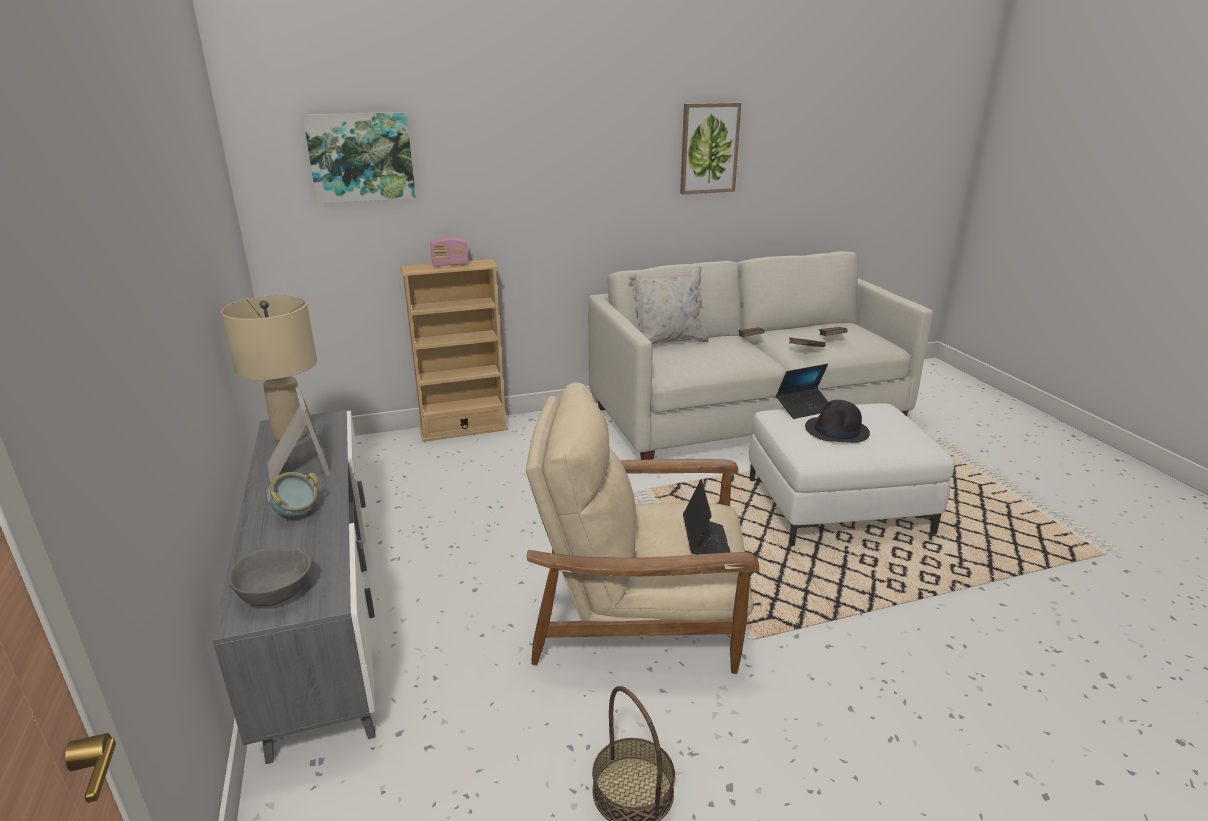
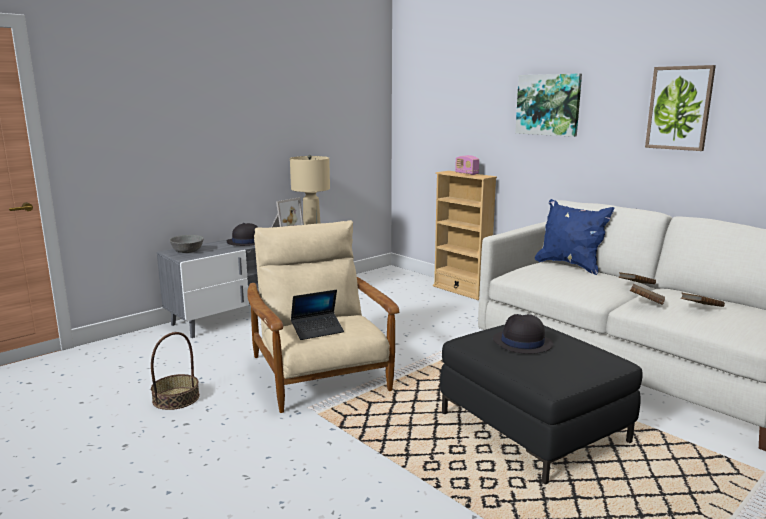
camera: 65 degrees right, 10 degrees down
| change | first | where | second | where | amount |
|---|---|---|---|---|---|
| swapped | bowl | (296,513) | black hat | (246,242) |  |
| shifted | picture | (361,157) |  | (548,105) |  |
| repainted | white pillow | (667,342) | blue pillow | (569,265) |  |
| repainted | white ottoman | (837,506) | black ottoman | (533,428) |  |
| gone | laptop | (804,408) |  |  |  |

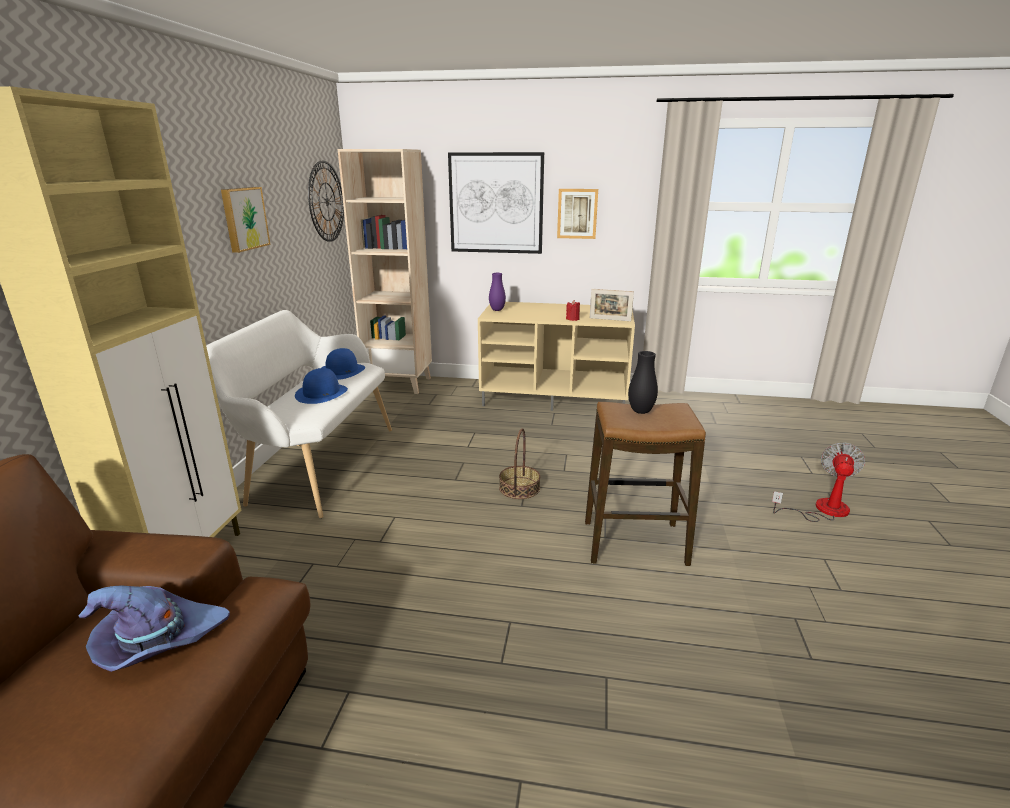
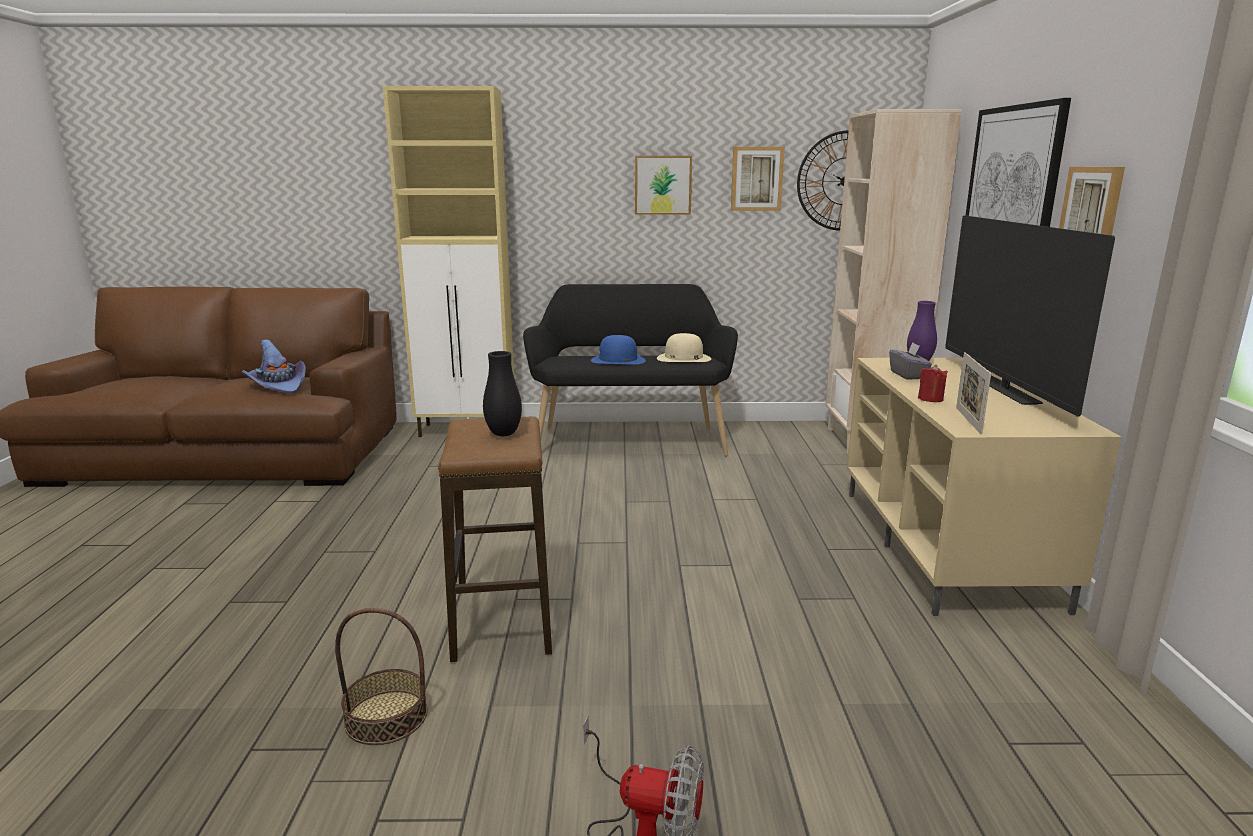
camera: 80 degrees right, 5 degrees down
| change | first | where | second | where | amount |
|---|---|---|---|---|---|
| repainted | white bench | (317,465) | black bench | (630,439) |  |
| repainted | blue hat | (342,371) | beige hat | (683,358) |  |
| shifted | basket | (519,488) |  | (386,717) |  |
| new |  |  | picture | (756,179) |  |
| new |  |  | grey tissue box | (908,375) |  |
| new |  |  | television | (1003,389) |  |

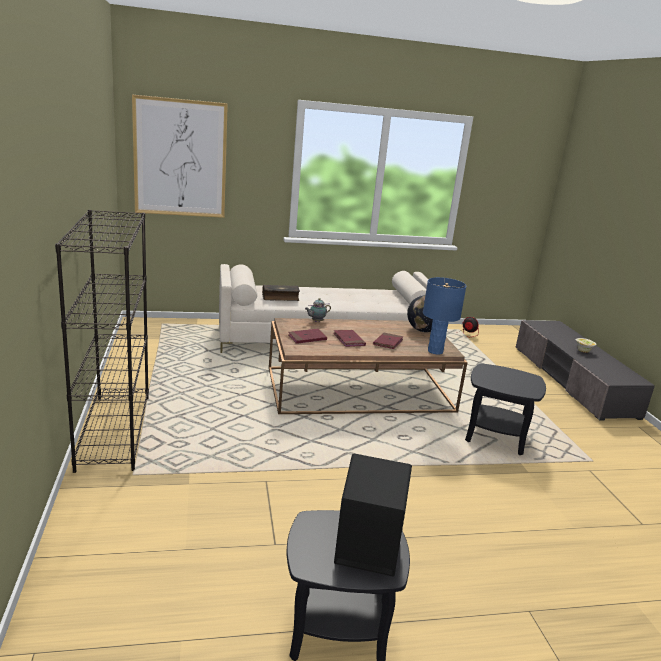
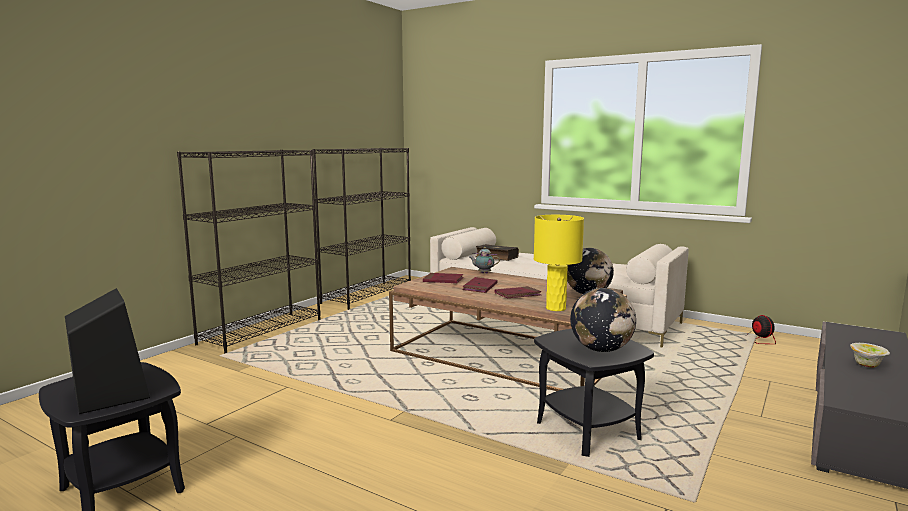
camera: 45 degrees right, 10 degrees down
| change | first | where | second | where | amount |
|---|---|---|---|---|---|
| gone | picture | (180,158) |  |  |  |
| repainted | blue table lamp | (435,351) | yellow table lamp | (556,308) |  |
| new |  |  | black bookcase | (367,295) |  |
| new |  |  | globe | (601,350) |  |

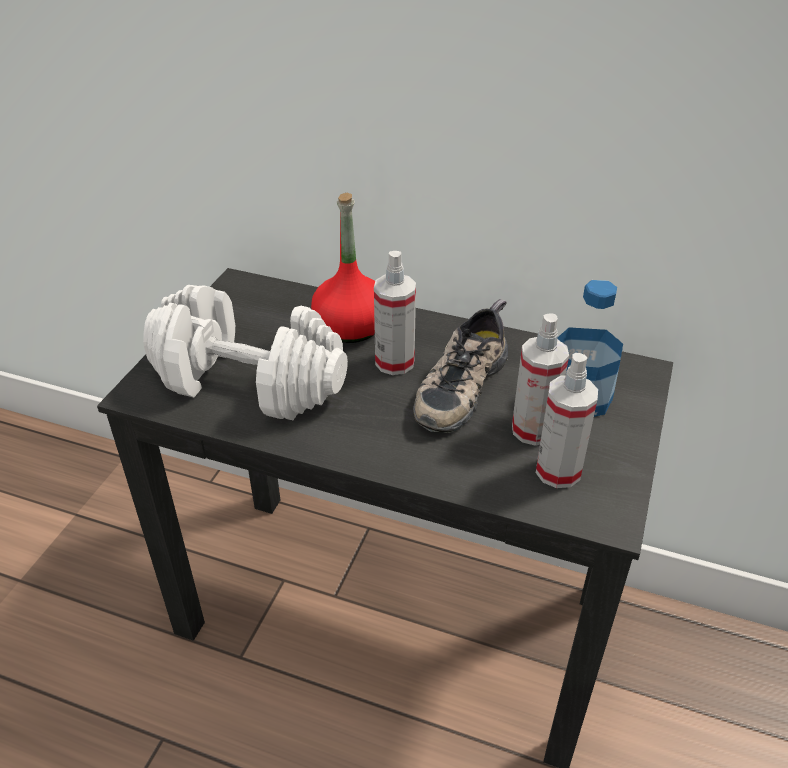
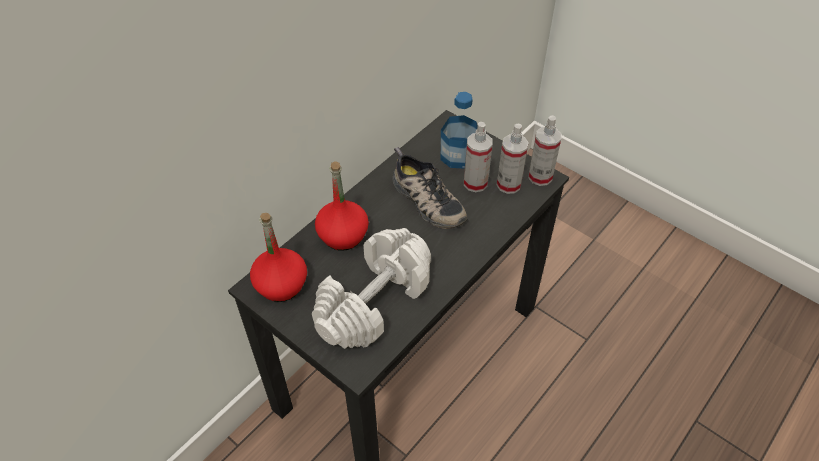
camera: 70 degrees left, 10 degrees up
| change | first | where | second | where | amount |
|---|---|---|---|---|---|
| shifted | spray bottle | (394,362) |  | (540,177) |  |
| new |  |  | red bottle | (281,284) |  |

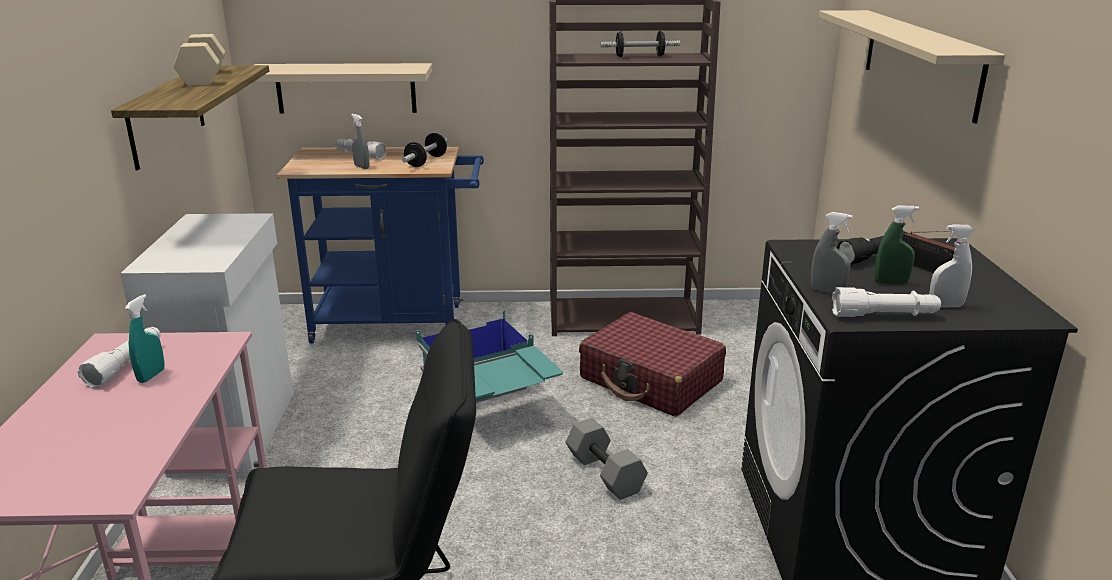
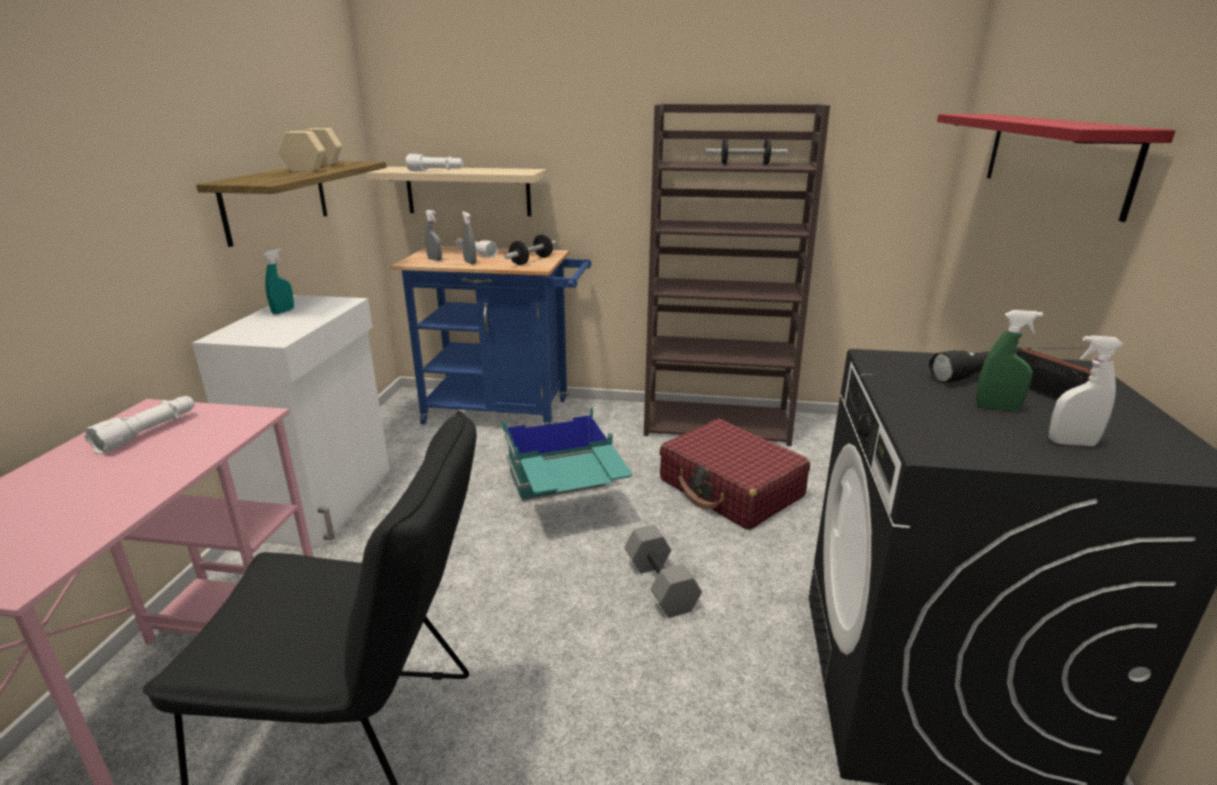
camera: 10 degrees right, 0 degrees up
| change | first | where | second | where | amount |
|---|---|---|---|---|---|
| shifted | turquoise spray bottle | (151,376) |  | (283,311) |  |
| shifted | grey spray bottle | (827,291) |  | (435,259) |  |
| repainted | beige shelf | (920,61) | red shelf | (1052,158) |  |
| shifted | white flashlight | (884,316) |  | (436,171) |  |

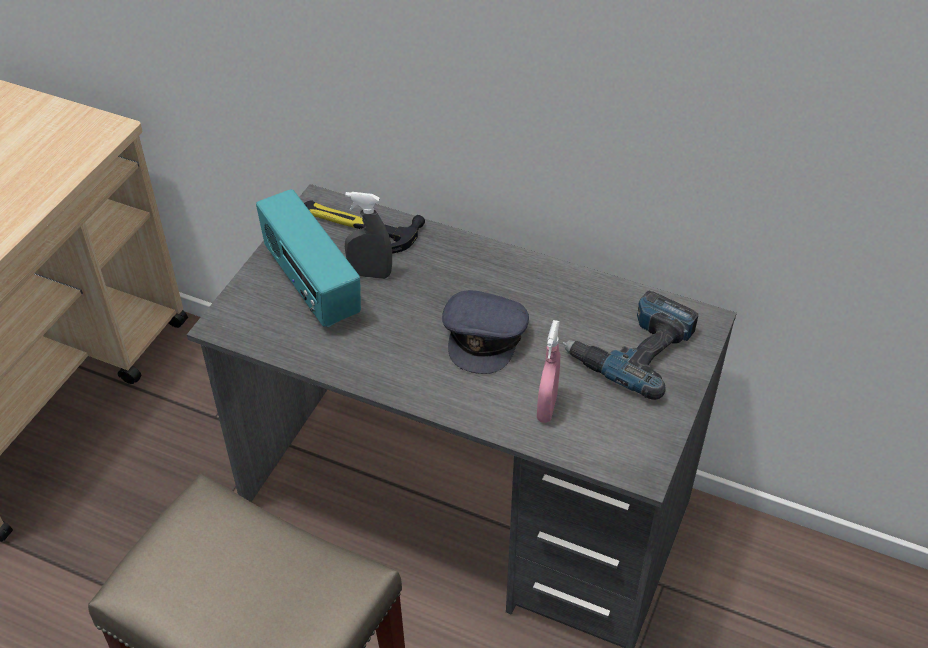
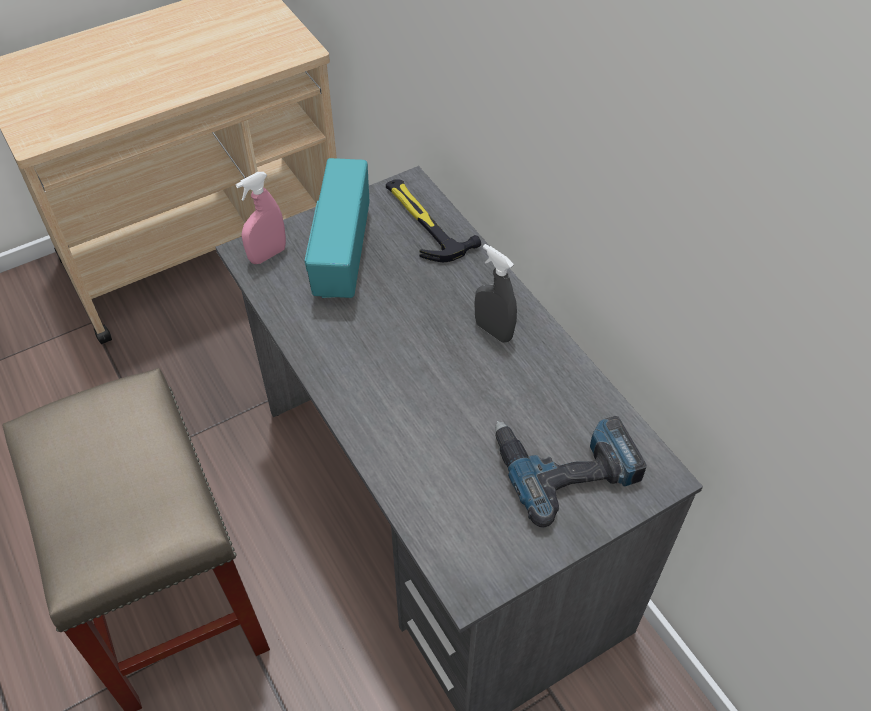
camera: 35 degrees right, 5 degrees up
| change | first | where | second | where | amount |
|---|---|---|---|---|---|
| shifted | grey spray bottle | (370,274) |  | (493,331) |  |
| gone | grey cap | (485,336) |  |  |  |
| shifted | pink spray bottle | (546,407) |  | (267,255) |  |

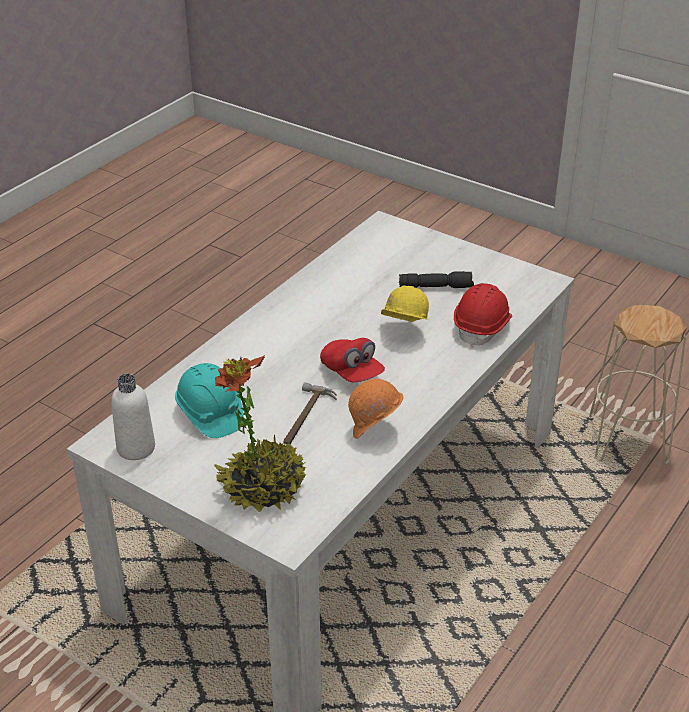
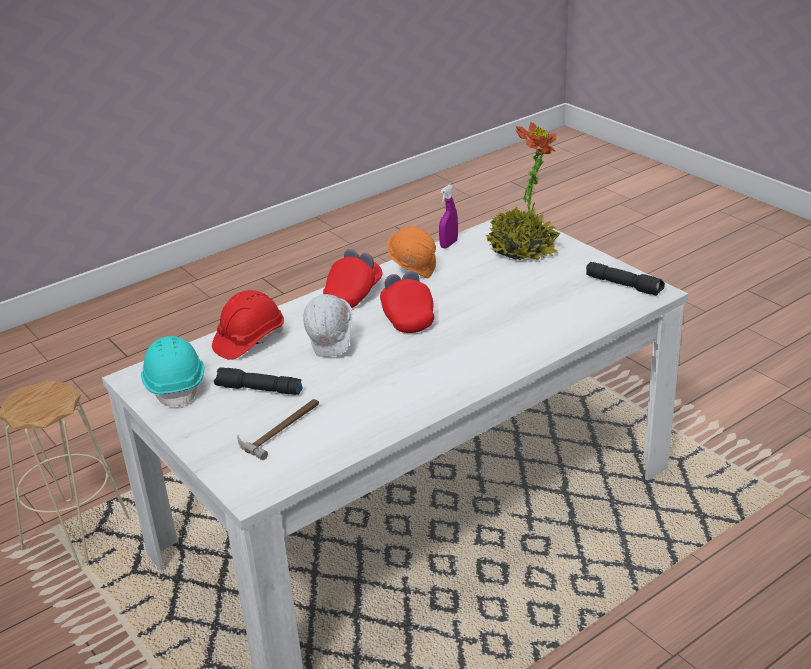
camera: 160 degrees left, 5 degrees down
| change | first | where | second | where | amount |
|---|---|---|---|---|---|
| swapped | white bottle | (136,448) | black flashlight | (624,285) |  |
| shifted | turquoise hard hat | (209,414) |  | (176,385) |  |
| shifted | hammer | (305,418) |  | (281,428) |  |
| repainted | yellow hard hat | (403,331) | white hard hat | (332,346) |  |
| new |  |  | red cap | (354,293) |  |
| new |  |  | purple spray bottle | (449,244) |  |

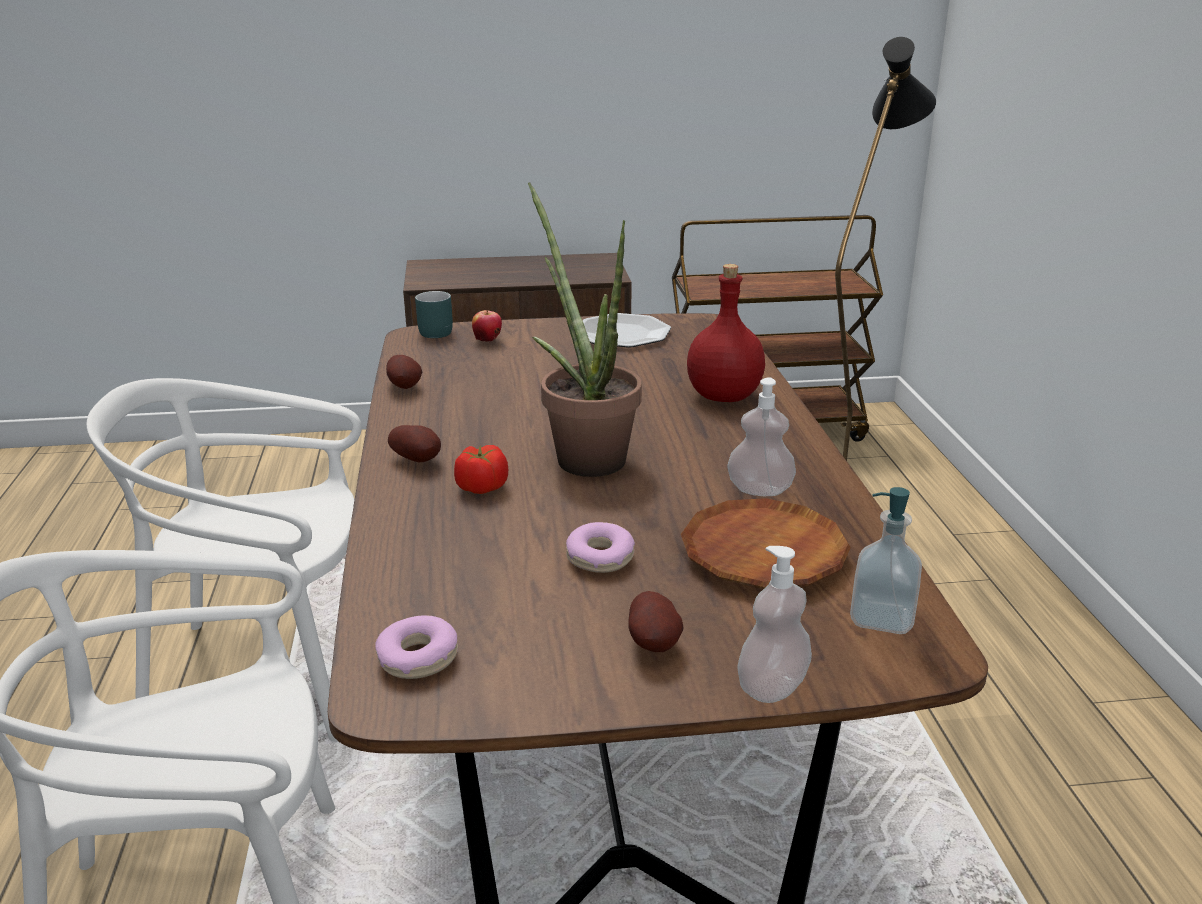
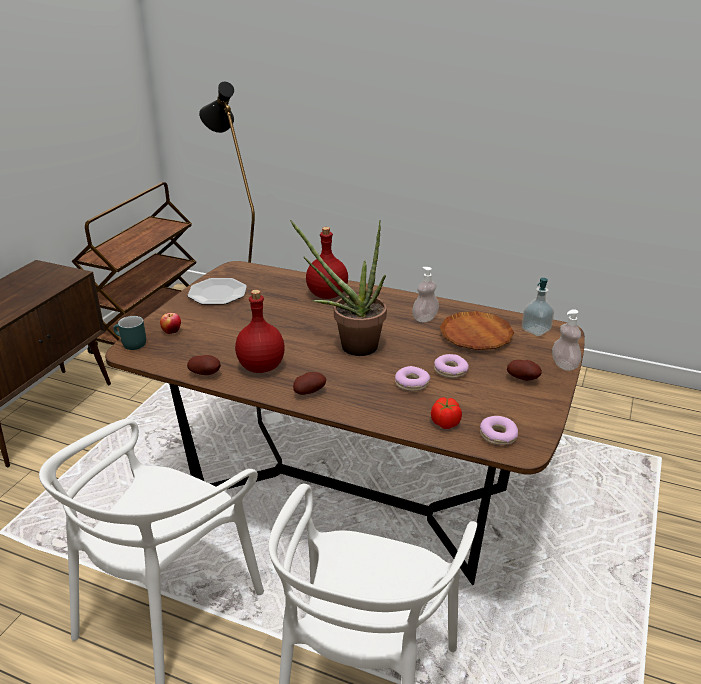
camera: 60 degrees left, 5 degrees up
| change | first | where | second | where | amount |
|---|---|---|---|---|---|
| shifted | tomato | (481,487) |  | (445,423) |  |
| new |  |  | red bottle | (261,366) |  |
| new |  |  | donut | (412,384) |  |

